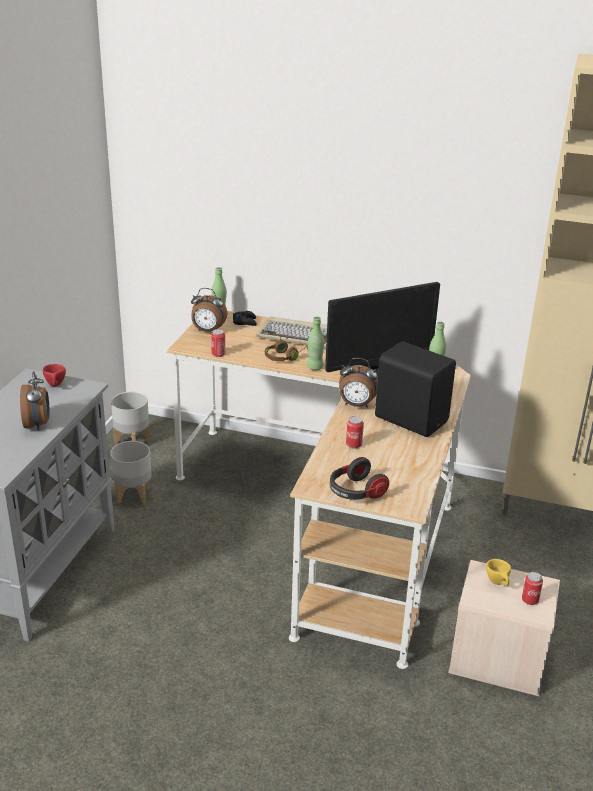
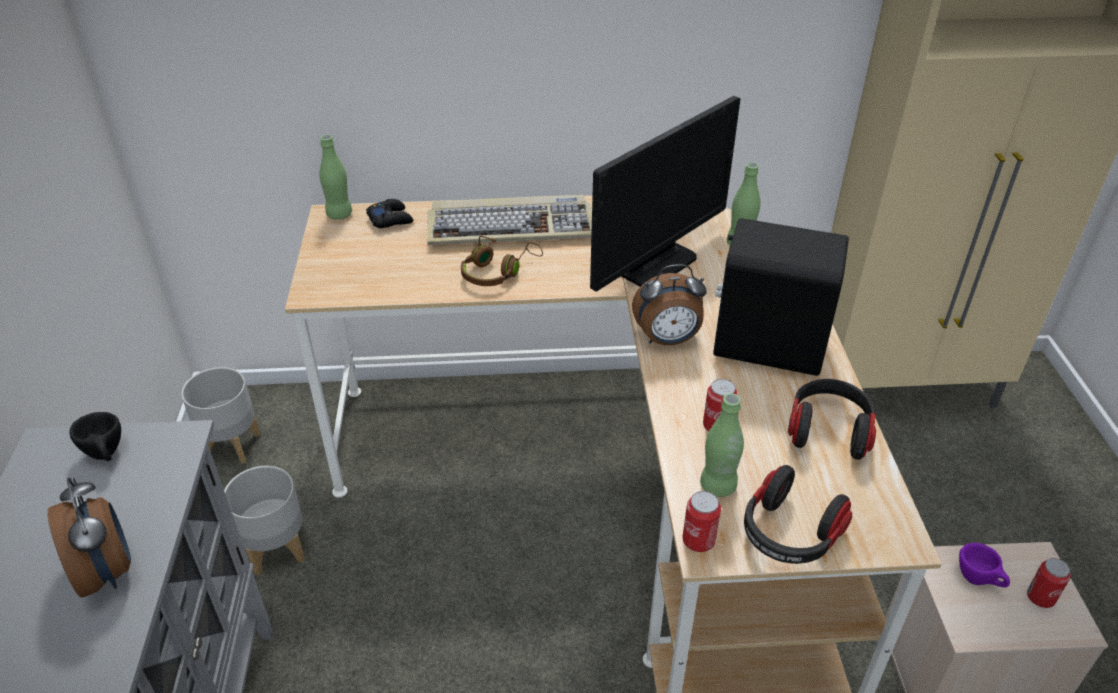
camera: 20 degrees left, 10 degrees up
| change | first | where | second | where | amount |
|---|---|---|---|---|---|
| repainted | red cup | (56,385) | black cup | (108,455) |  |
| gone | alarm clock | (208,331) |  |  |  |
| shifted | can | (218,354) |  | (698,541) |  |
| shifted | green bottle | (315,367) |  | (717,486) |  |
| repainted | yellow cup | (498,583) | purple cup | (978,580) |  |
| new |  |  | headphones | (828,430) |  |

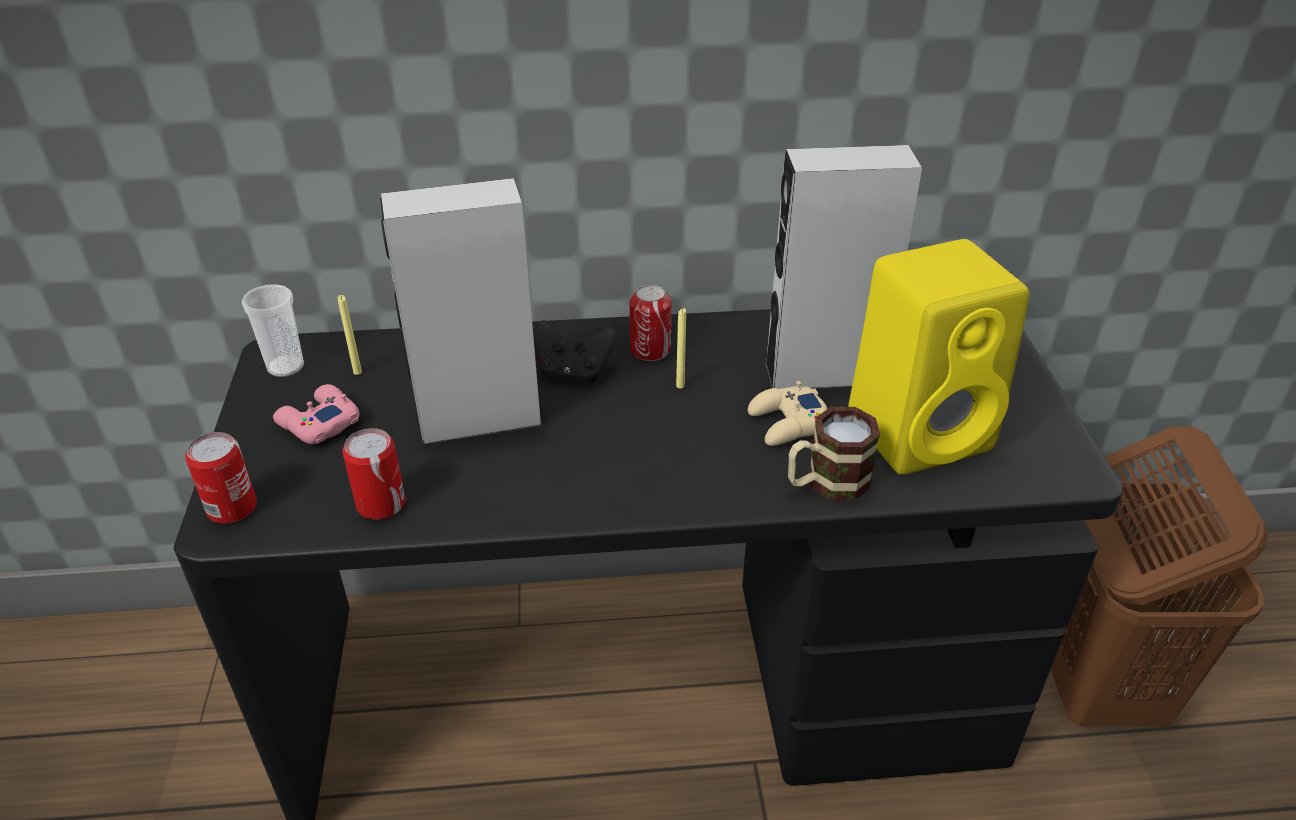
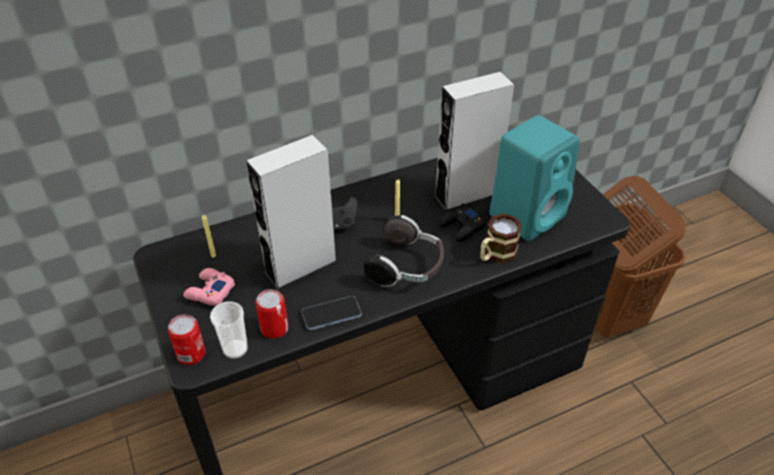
camera: 20 degrees left, 5 degrees up
| change | first | where | second | where | amount |
|---|---|---|---|---|---|
| shifted | cup | (285,366) |  | (235,349) |  |
| gone | can | (650,350) |  |  |  |
| repainted | beige game controller | (788,424) | black game controller | (462,227) |  |
| repainted | yellow speaker | (922,431) | turquoise speaker | (528,214) |  |
| new |  |  | phone | (331,314) |  |
| new |  |  | headphones | (407,267) |  |

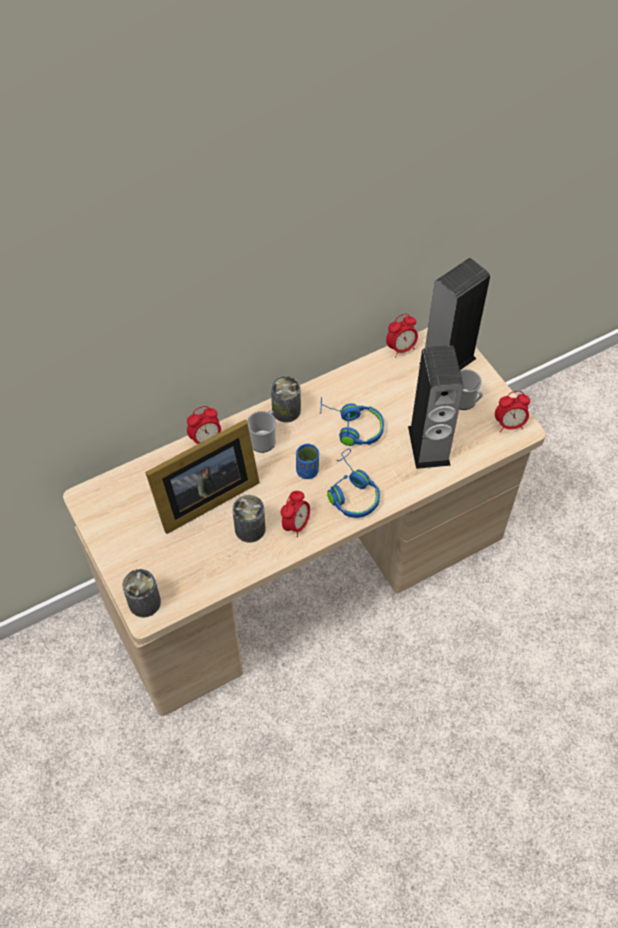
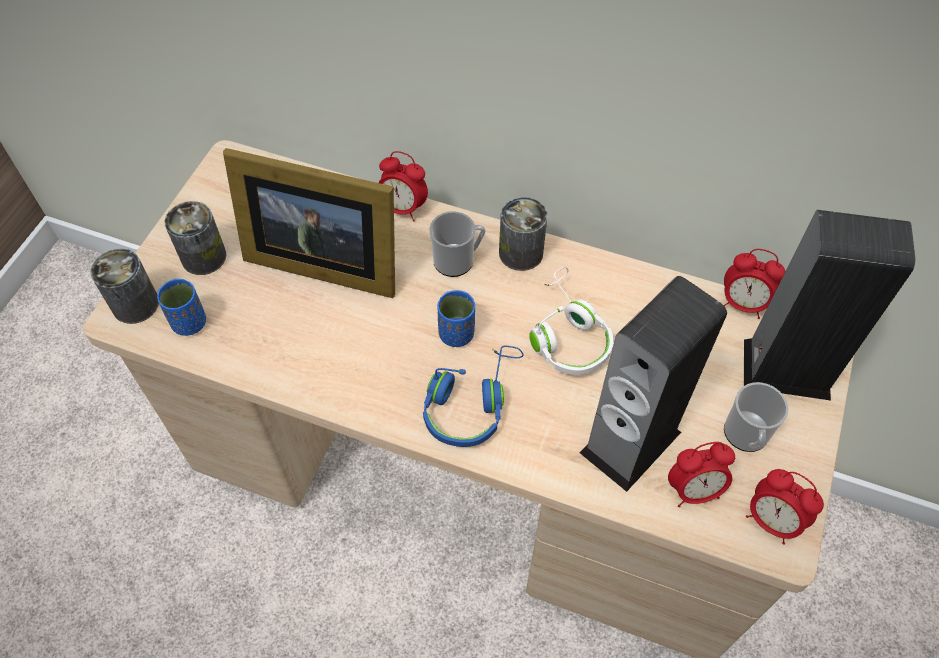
camera: 50 degrees right, 0 degrees up
| change | first | where | second | where | amount |
|---|---|---|---|---|---|
| shifted | can | (250,529) |  | (203,257) |  |
| shifted | alarm clock | (296,524) |  | (693,490) |  |
| repainted | blue headphones | (351,427) | white headphones | (566,334) |  |
| new |  |  | blue cup | (189,323) |  |

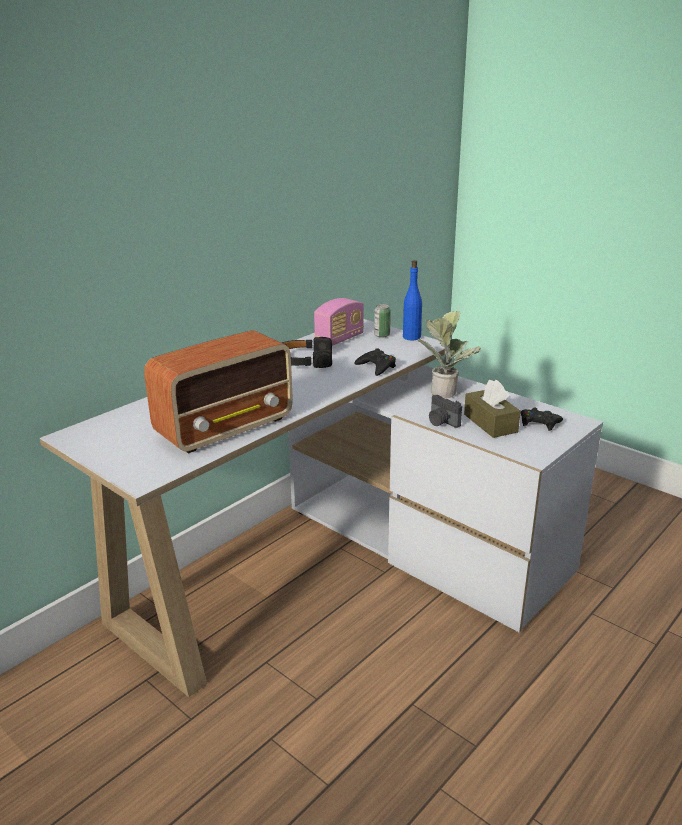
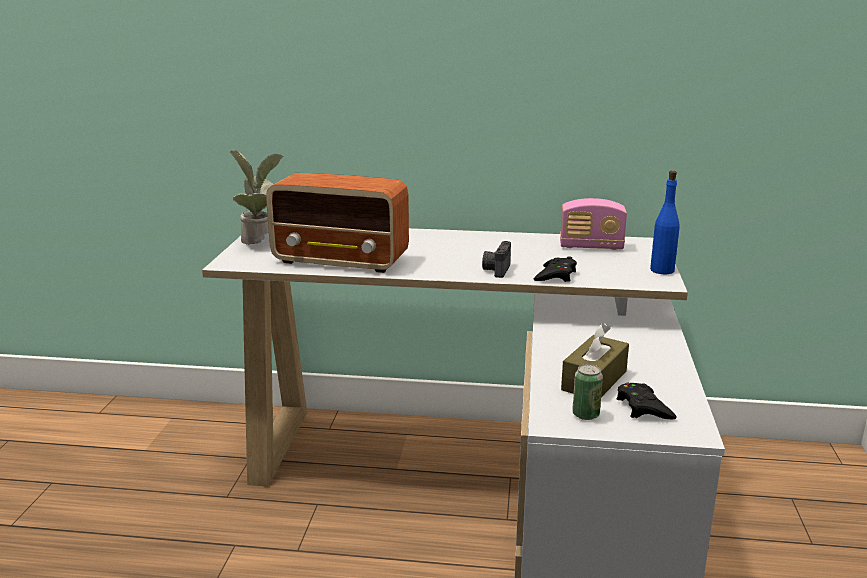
camera: 55 degrees right, 5 degrees down
| change | first | where | second | where | amount |
|---|---|---|---|---|---|
| gone | black headphones | (304,360) |  |  |  |
| shifted | can | (382,335) |  | (585,414) |  |
| shifted | potted plant | (445,390) |  | (263,240) |  |
| shifted | photo camera | (441,422) |  | (496,270) |  |

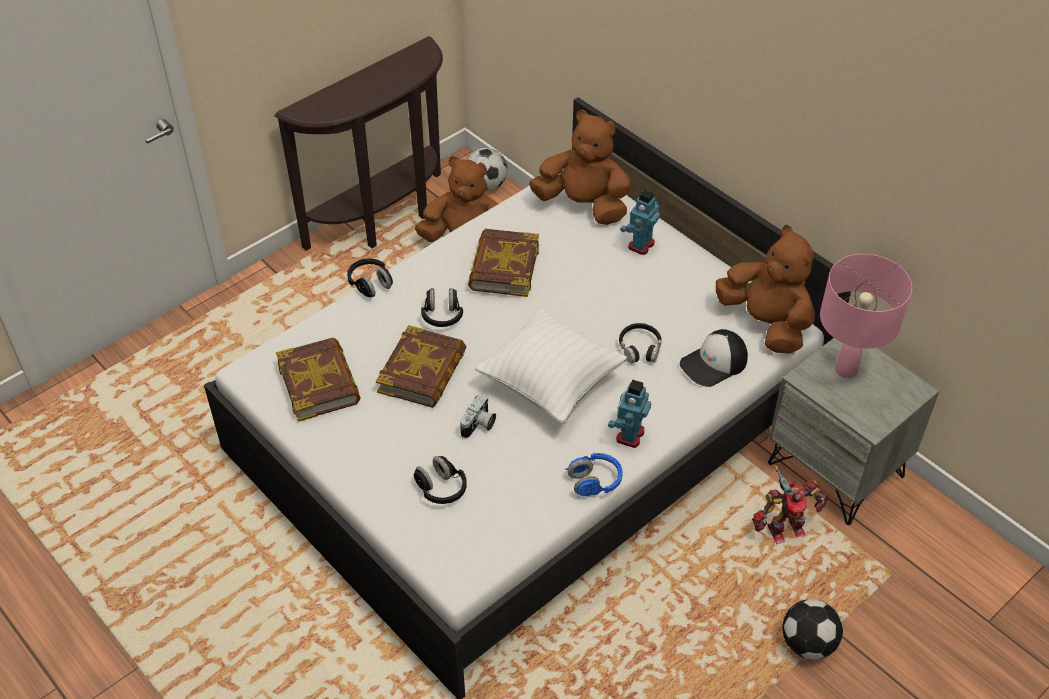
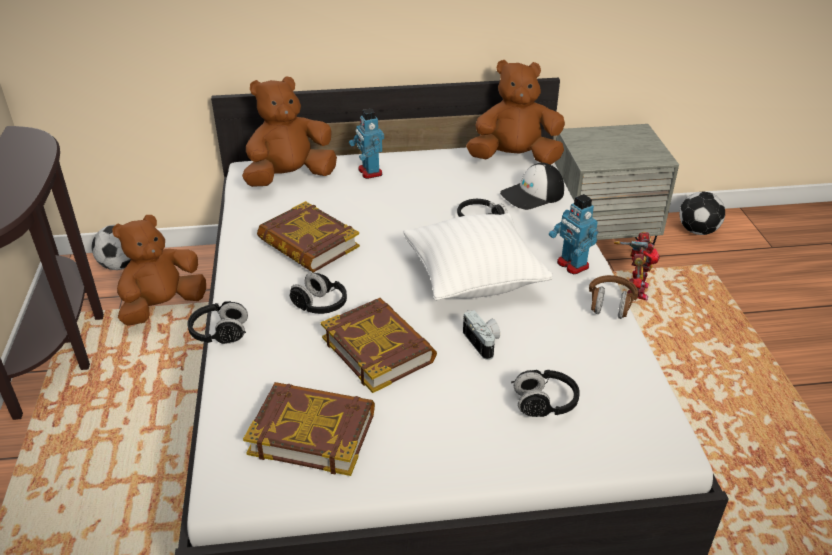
camera: 55 degrees left, 10 degrees down
| change | first | where | second | where | amount |
|---|---|---|---|---|---|
| repainted | blue headphones | (594,482) | brown headphones | (610,305) |  |
| rotated | cap | (714,363) |  | (532,195) | 60 degrees clockwise |
| shifted | football | (807,644) |  | (698,231) |  |
| gone | pink table lamp | (846,369) |  |  |  |

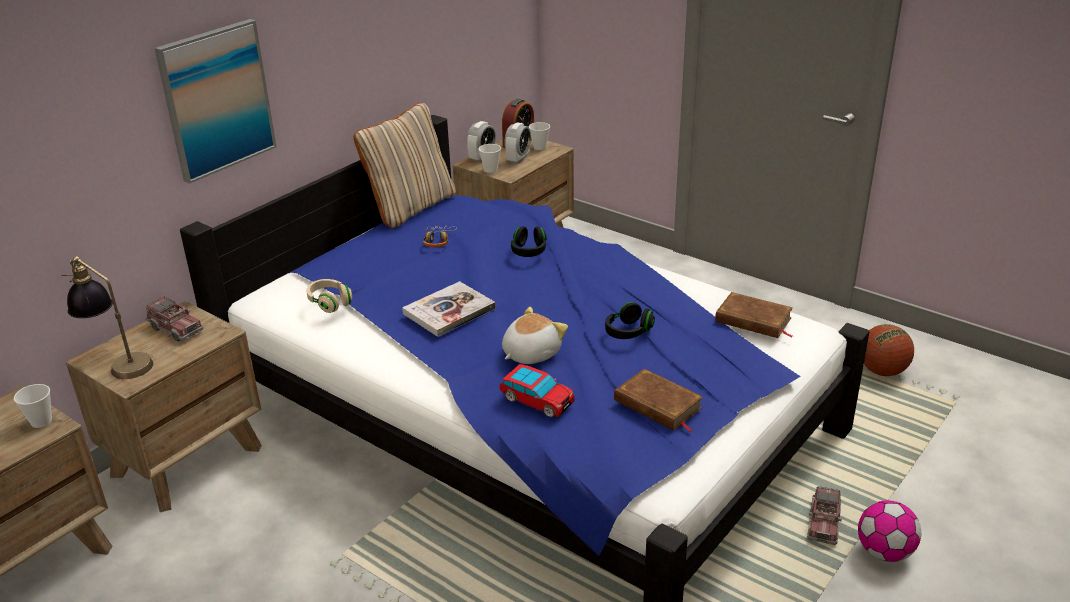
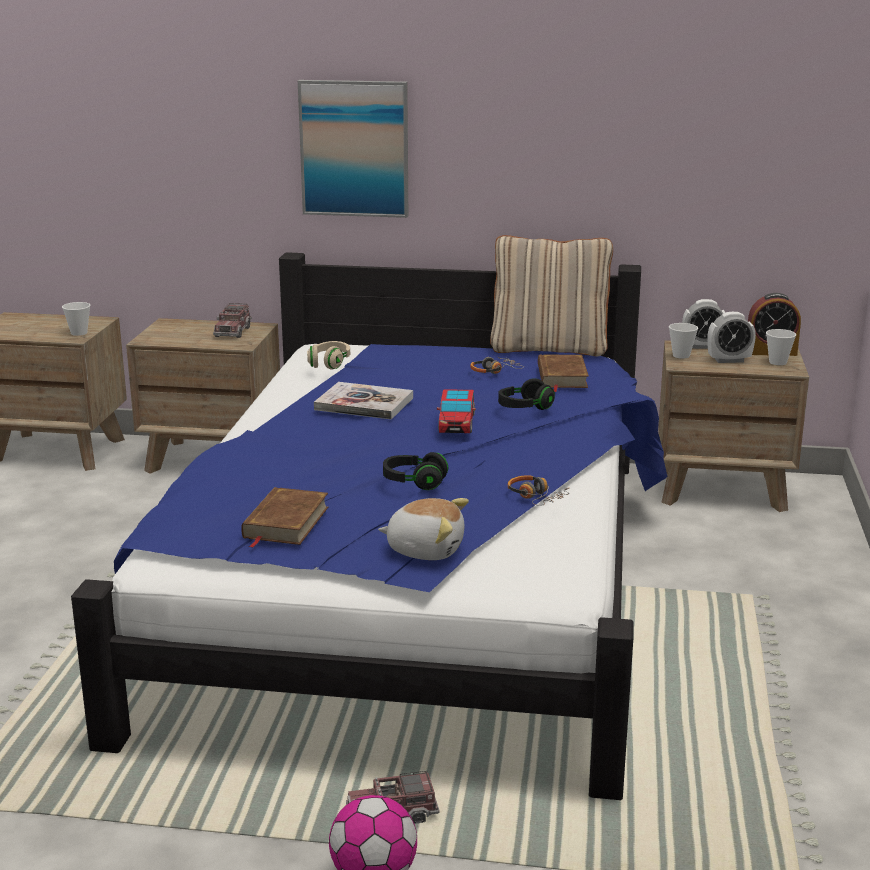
camera: 60 degrees right, 10 degrees down
| change | first | where | second | where | amount |
|---|---|---|---|---|---|
| gone | table lamp | (118,363) |  |  |  |
| shifted | toy car | (536,400) |  | (456,423) |  |
| shifted | plush toy | (530,353) |  | (425,549) |  |
| shifted | brown book | (753,320) |  | (561,377) |  |
| gone | basketball | (882,371) |  |  |  |
| new |  |  | headphones | (536,497) |  |

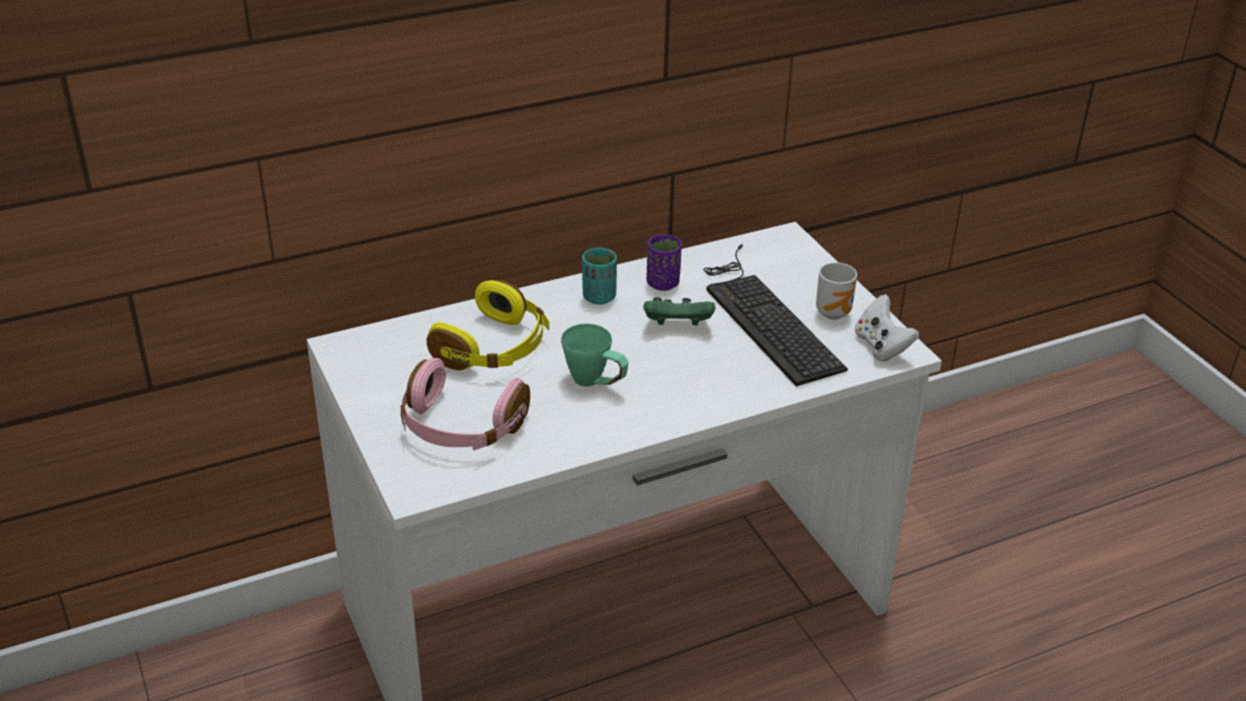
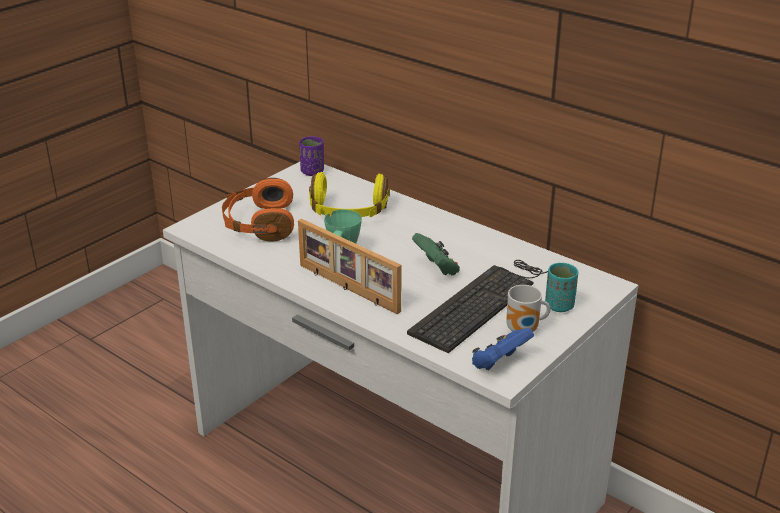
camera: 65 degrees right, 5 degrees down
| change | first | where | second | where | amount |
|---|---|---|---|---|---|
| repainted | pink headphones | (460,428) | orange headphones | (259,224) |  |
| shifted | turquoise cup | (599,297) |  | (559,306) |  |
| shifted | purple cup | (663,283) |  | (312,172) |  |
| repainted | white game controller | (881,346) | blue game controller | (499,363) |  |
| new |  |  | picture frame | (347,288) |  |

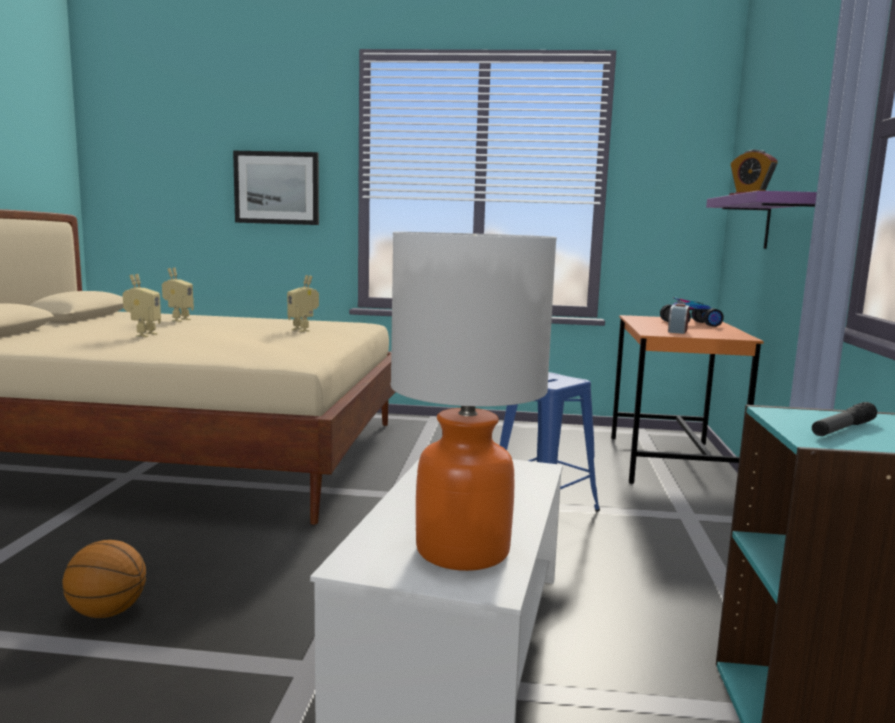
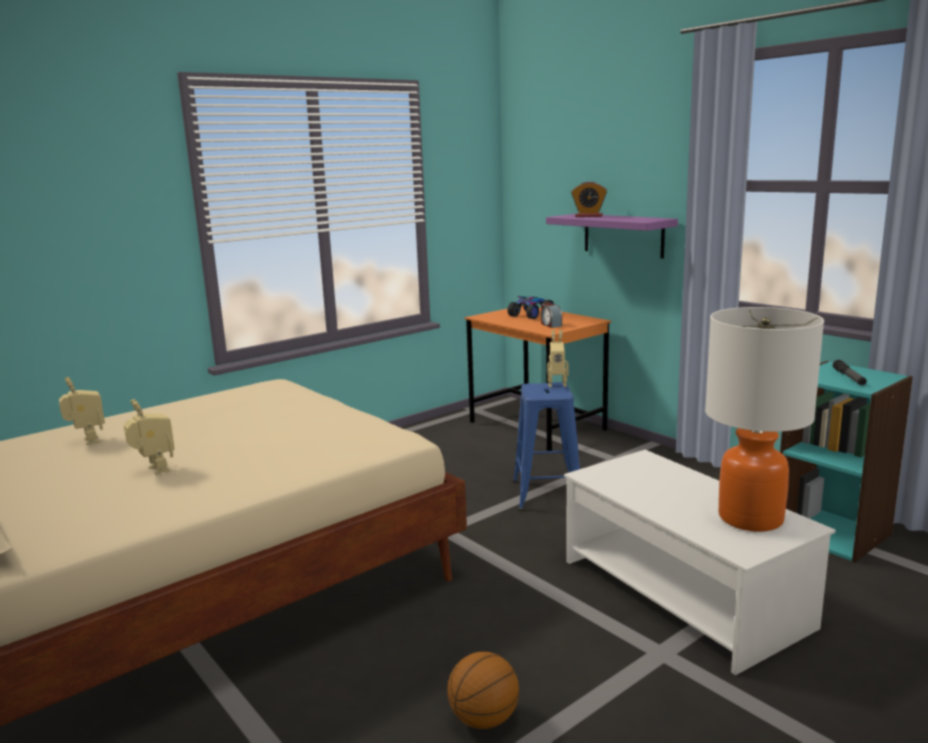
camera: 45 degrees left, 5 degrees up
| change | first | where | second | where | amount |
|---|---|---|---|---|---|
| gone | picture | (277,188) |  |  |  |
| shifted | toy robot | (303,330) |  | (557,384) |  |

